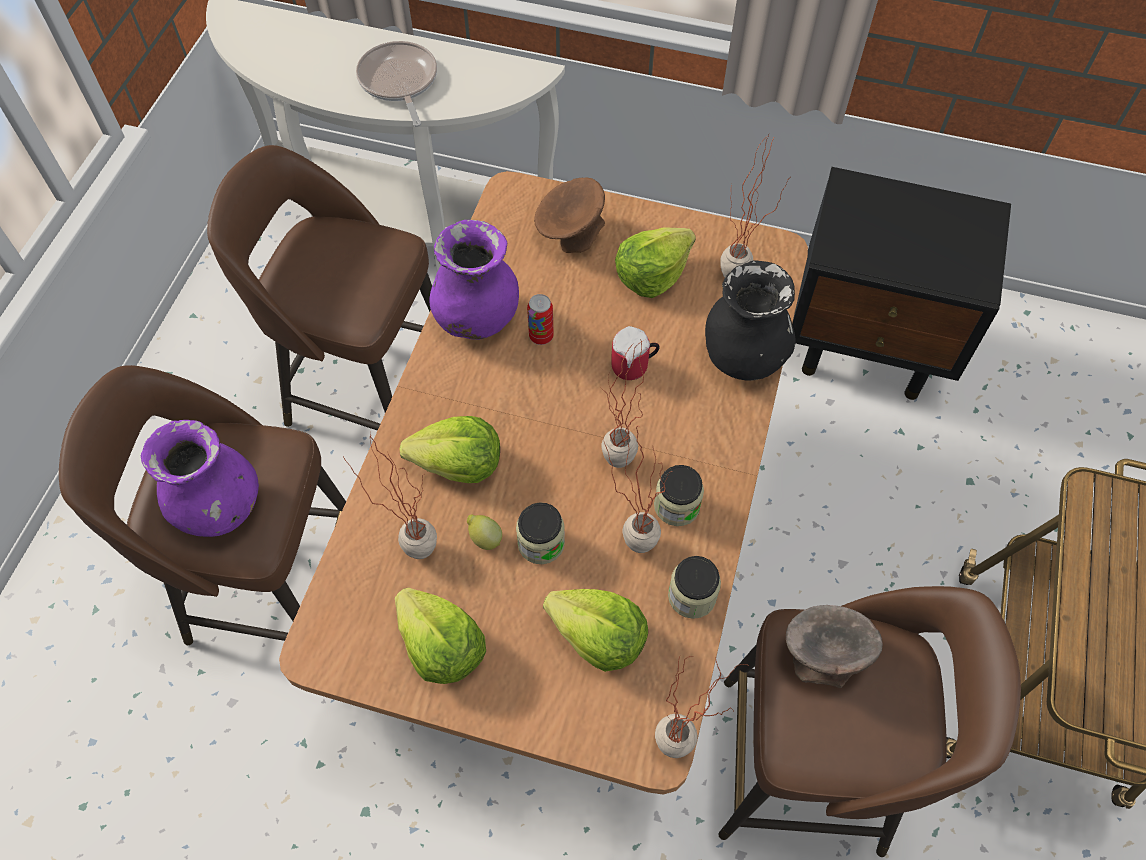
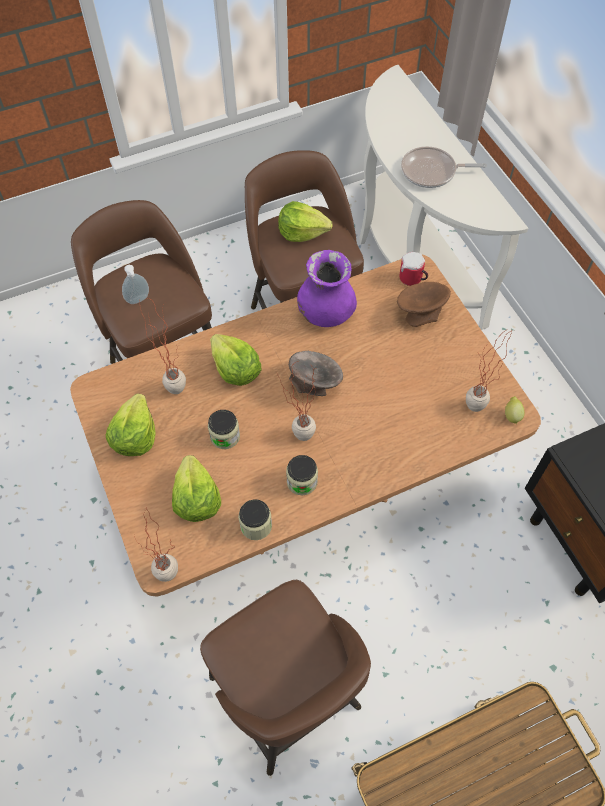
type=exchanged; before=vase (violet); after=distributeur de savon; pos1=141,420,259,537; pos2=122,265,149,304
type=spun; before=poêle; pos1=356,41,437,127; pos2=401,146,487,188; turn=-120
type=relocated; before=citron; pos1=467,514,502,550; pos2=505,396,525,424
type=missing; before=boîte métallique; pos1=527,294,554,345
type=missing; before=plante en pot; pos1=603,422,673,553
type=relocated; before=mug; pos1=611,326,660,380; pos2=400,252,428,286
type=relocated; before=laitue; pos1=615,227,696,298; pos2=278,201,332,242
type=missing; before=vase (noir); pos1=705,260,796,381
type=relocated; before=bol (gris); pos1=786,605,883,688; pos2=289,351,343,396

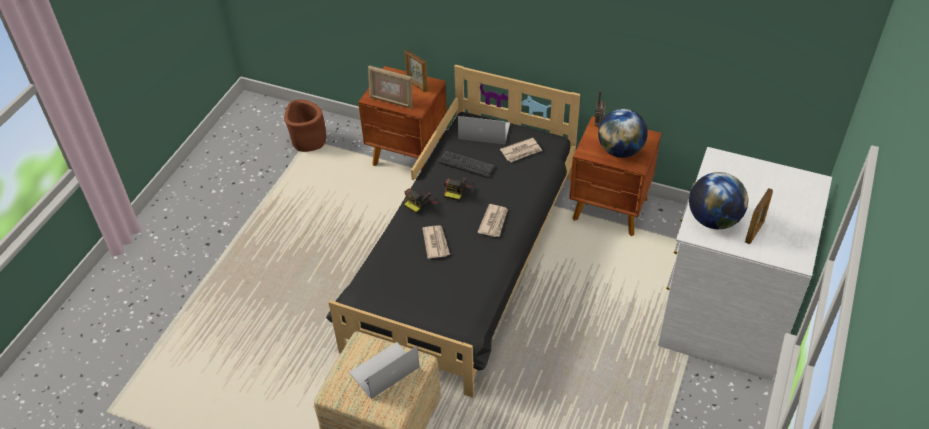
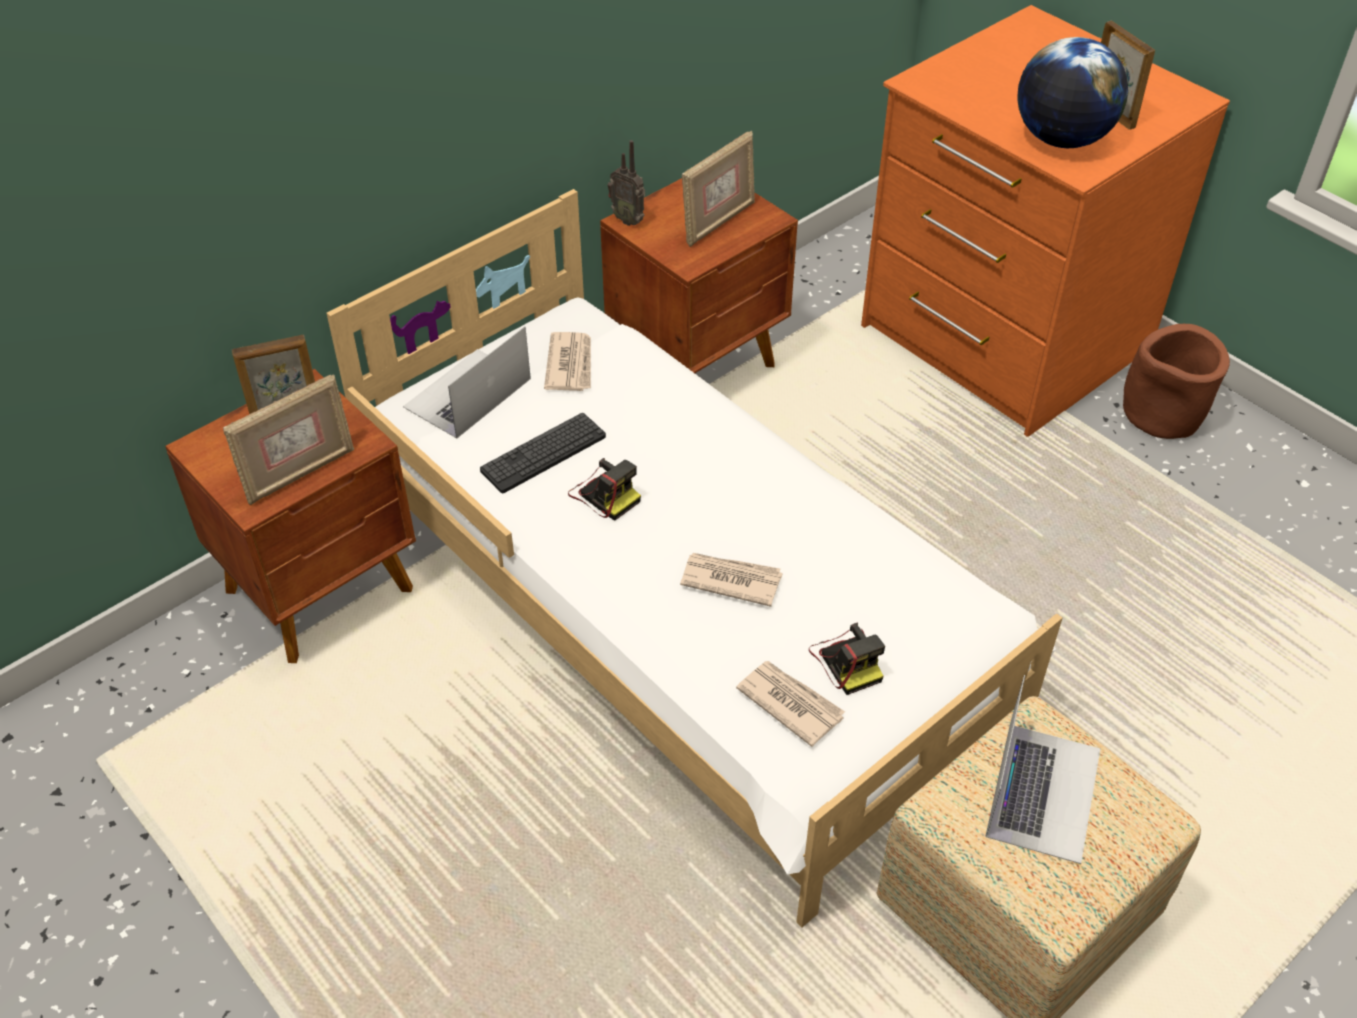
type=relocated; before=cache-pot (marron); pos1=284,99,326,152; pos2=1123,324,1230,439
type=colour; before=lit (noir); after=lit (blanc); pos1=326,65,580,398; pos2=326,189,1062,928
type=spun; before=ordinateur portable; pos1=349,342,420,399; pos2=985,675,1100,864; turn=-150
type=relocated; before=appareil photo; pos1=404,188,439,214; pos2=809,623,885,695
type=relocated; before=journal; pos1=477,204,508,237; pos2=736,661,845,747
type=exchanged; before=globe; after=cadre photo; pos1=598,109,648,158; pos2=682,130,755,247
type=colour; before=commode (blanc); after=commode (orange); pos1=658,147,832,381; pos2=861,5,1230,437

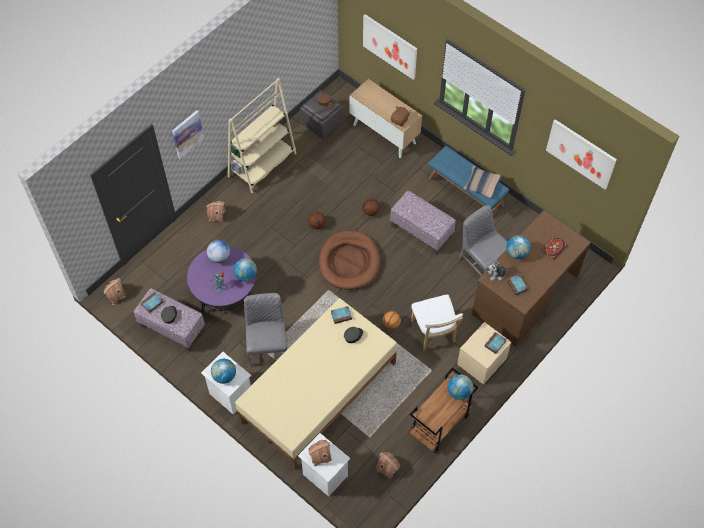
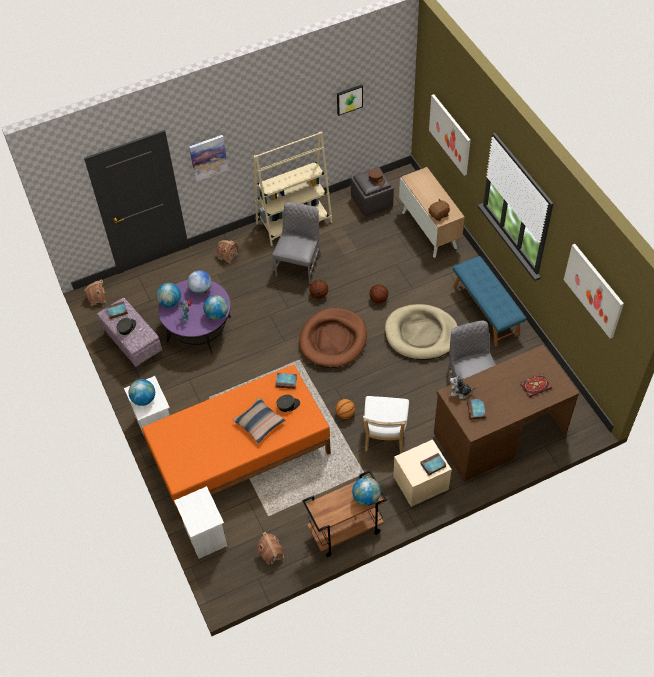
type=colour; before=lit (beige); after=lit (orange); pos1=235,298,397,470; pos2=142,365,331,520
type=relocated; before=chaise (gris); pos1=244,293,287,367; pos2=272,202,320,284
type=missing; before=maison miniature; pos1=308,440,332,467
type=exchanged; before=pouf; after=panier pour chien (beige); pos1=390,191,456,255; pos2=385,304,458,360
type=relocated; before=coussin; pos1=463,166,503,199; pos2=233,397,285,443
type=relocated; before=globe; pos1=506,235,531,259; pos2=156,283,181,307
type=appeared; after=tableau; pos2=337,85,363,116

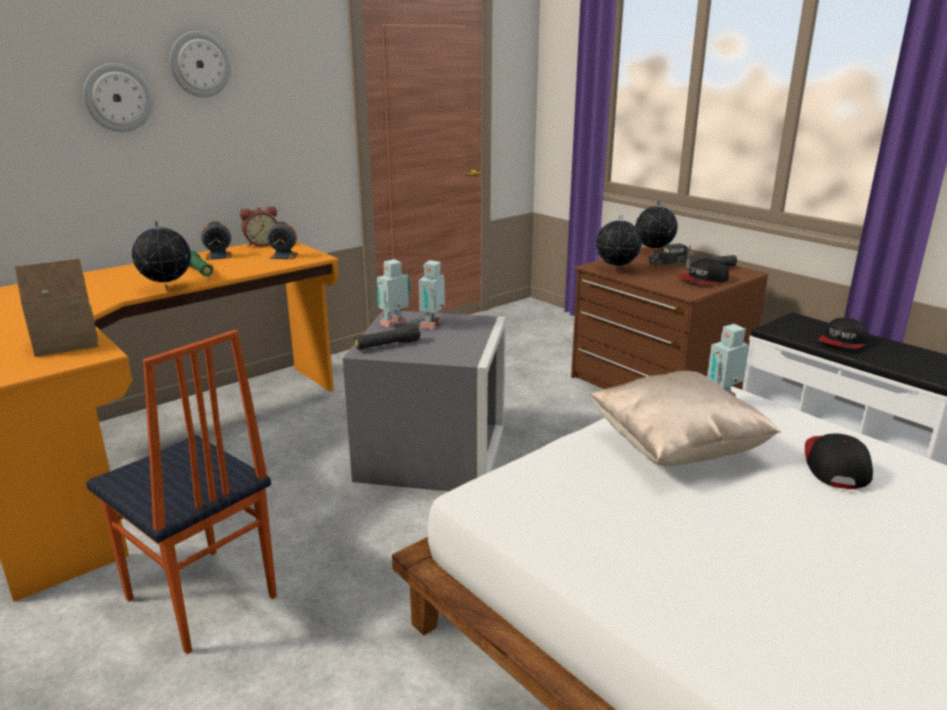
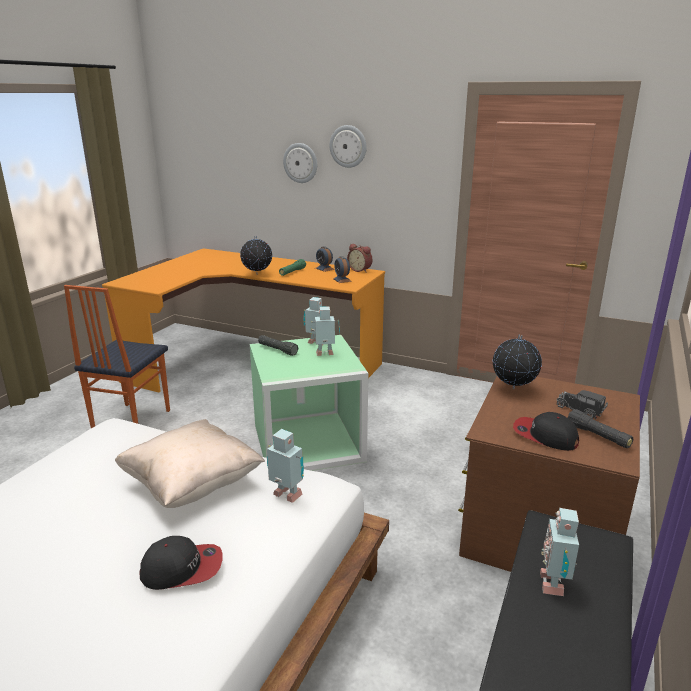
type=missing; before=maison miniature; pos1=15,259,98,357
type=colour; before=boîte de rangement (gris); after=boîte de rangement (vert); pos1=343,310,506,491; pos2=250,335,368,471
type=missing; before=globe; pos1=635,201,678,253
type=exchanged; before=casquette; after=robot jouet; pos1=818,318,868,349; pos2=540,508,579,596

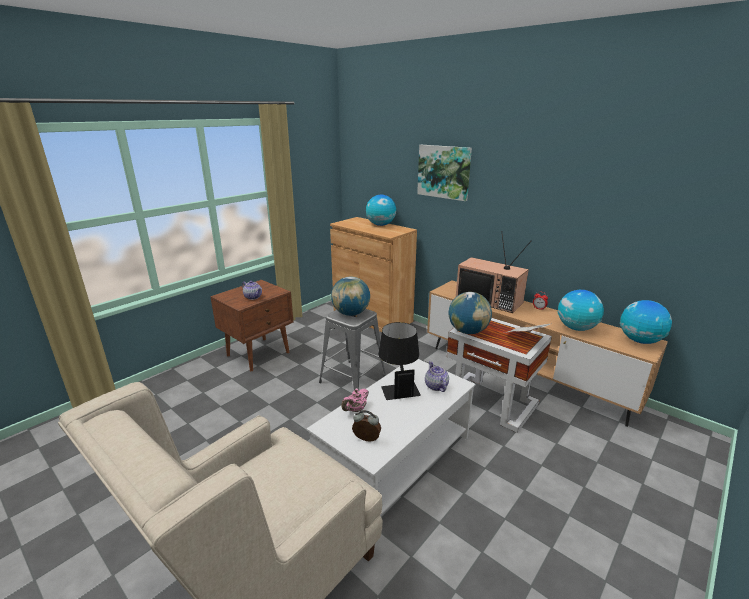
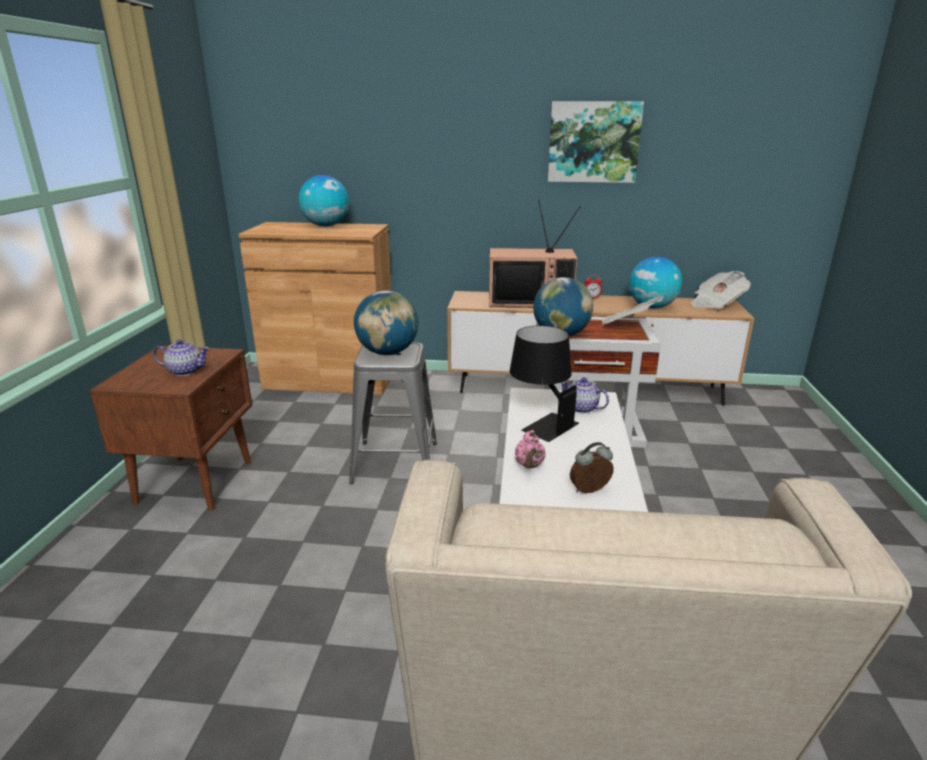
type=relocated; before=tableau; pos1=417,145,472,201; pos2=548,101,644,183
type=exchanged; before=globe; after=journal; pos1=620,300,672,344; pos2=690,271,751,309

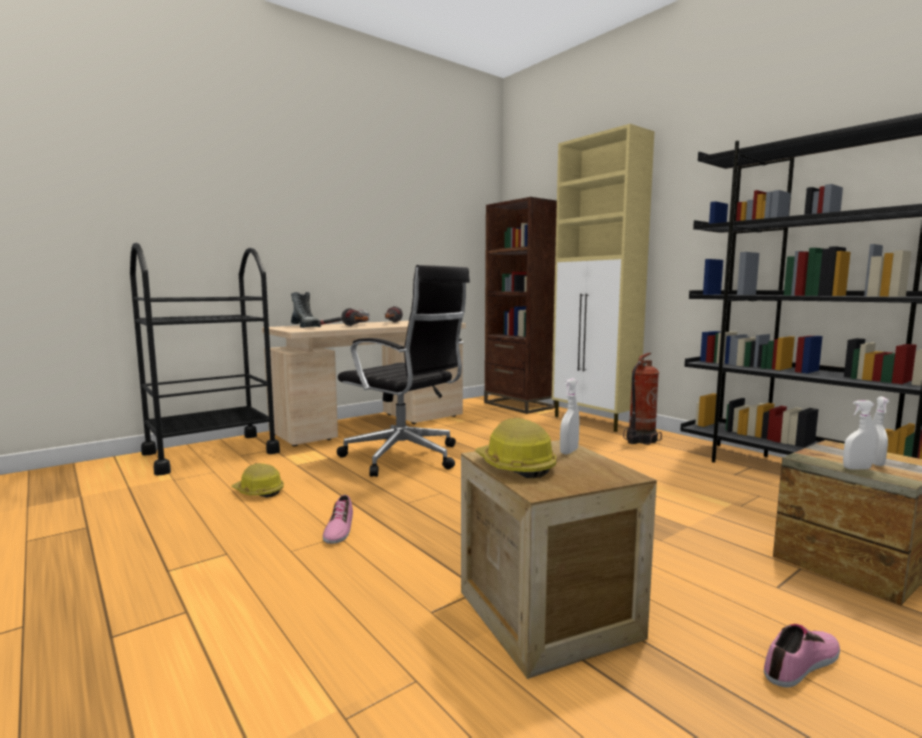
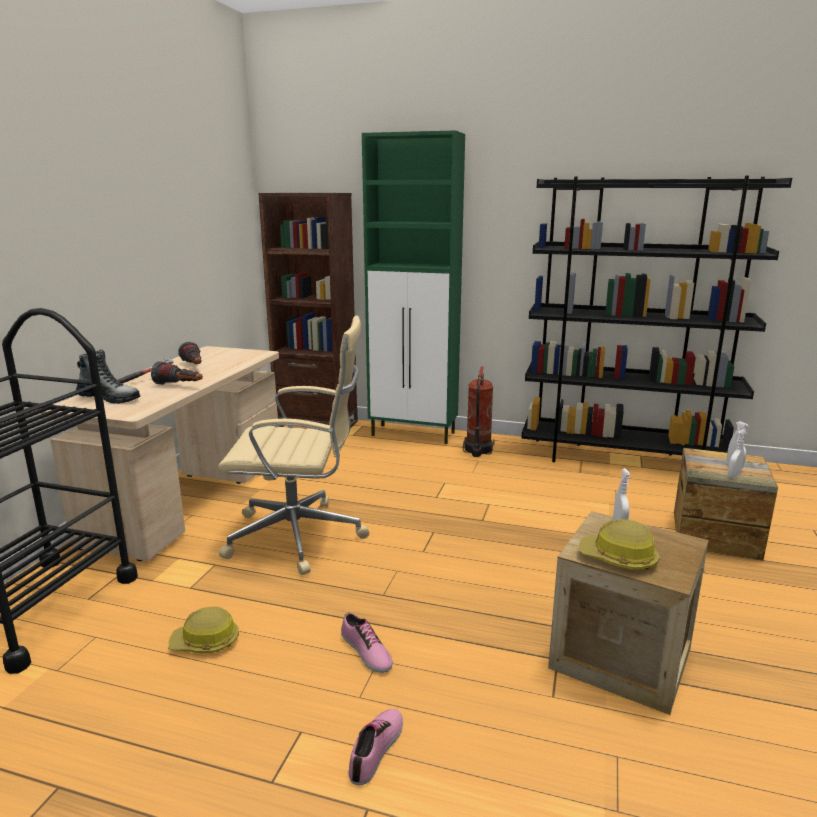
type=colour; before=chaise de bureau (noir); after=chaise de bureau (beige); pos1=337,265,470,477; pos2=218,316,369,575
type=colour; before=meuble de rangement (beige); after=meuble de rangement (vert); pos1=552,124,655,432; pos2=362,130,465,444
type=relocated; before=chaussure; pos1=764,624,840,687; pos2=348,709,403,785

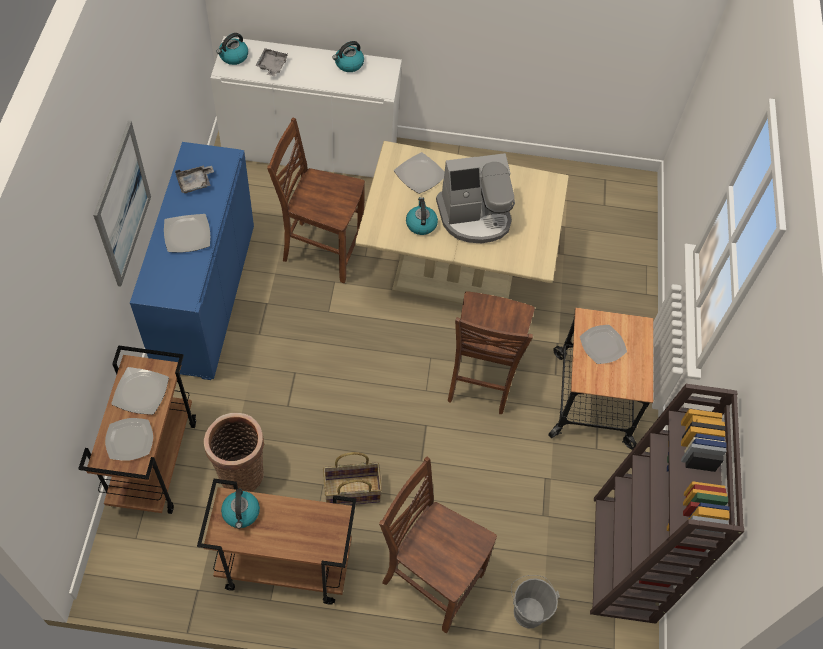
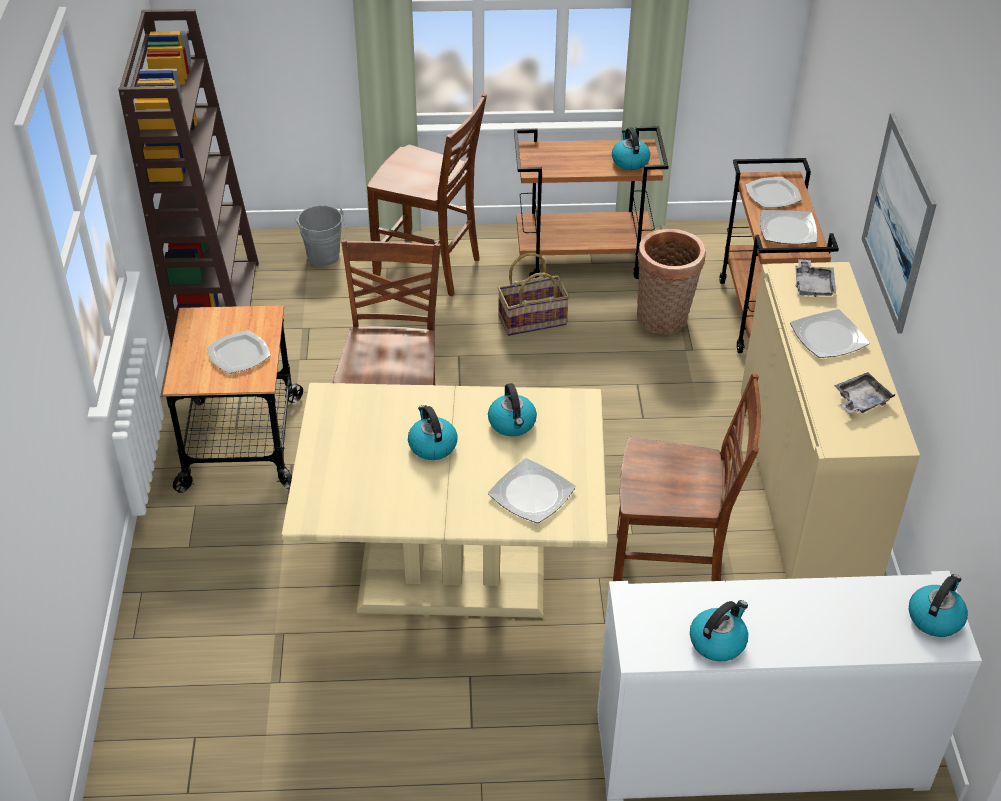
type=colour; before=meuble de rangement (bleu); after=meuble de rangement (beige); pos1=130,142,254,380; pos2=741,262,920,579
type=relocated; before=plateau (gris); pos1=255,48,288,76; pos2=795,259,836,297
type=exchanged; before=machine à café; after=bouilloire; pos1=436,153,515,243; pos2=408,405,458,460

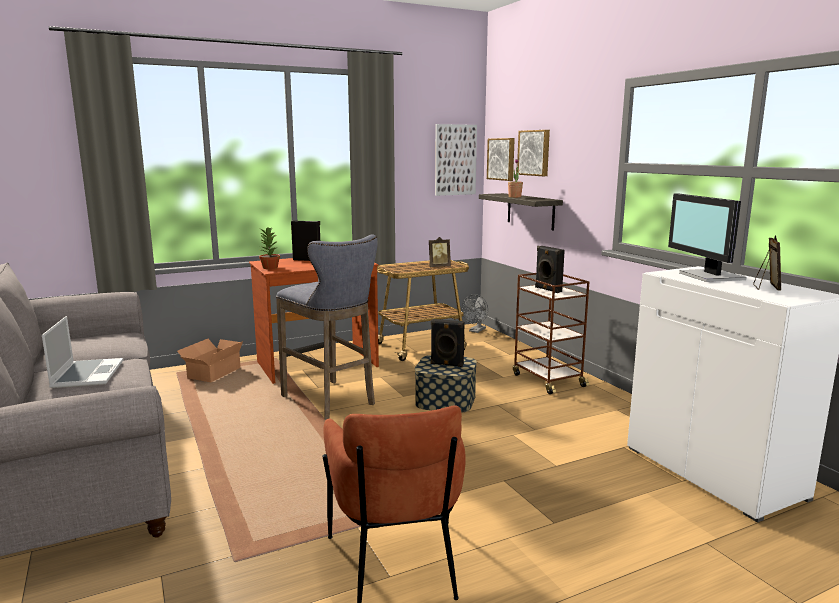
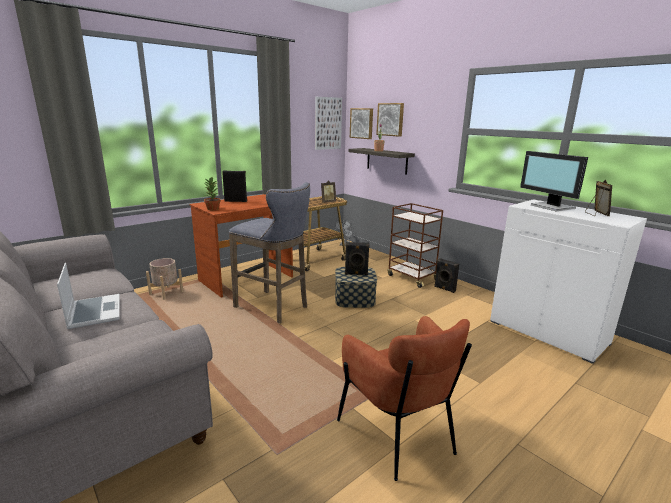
type=exchanged; before=carton; after=cache-pot (beige); pos1=177,339,243,382; pos2=146,258,183,300
type=relocated; before=enceinte (noir); pos1=535,246,565,293; pos2=434,258,459,293

